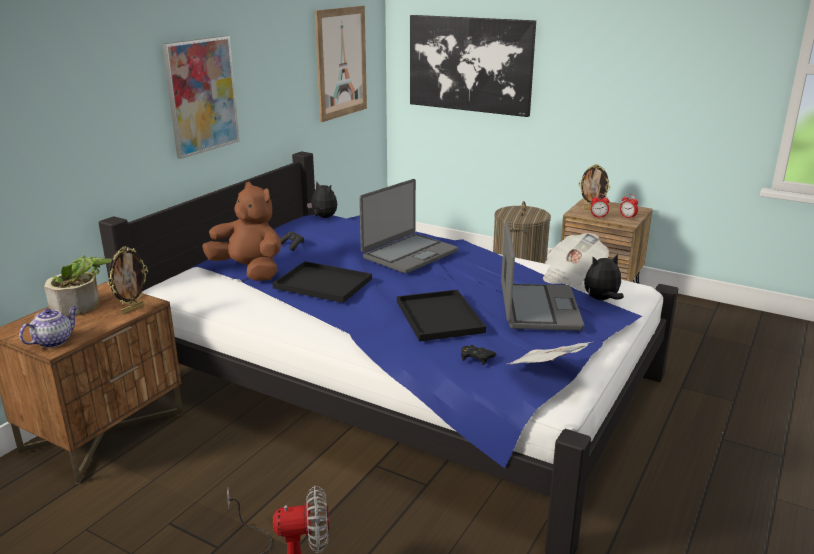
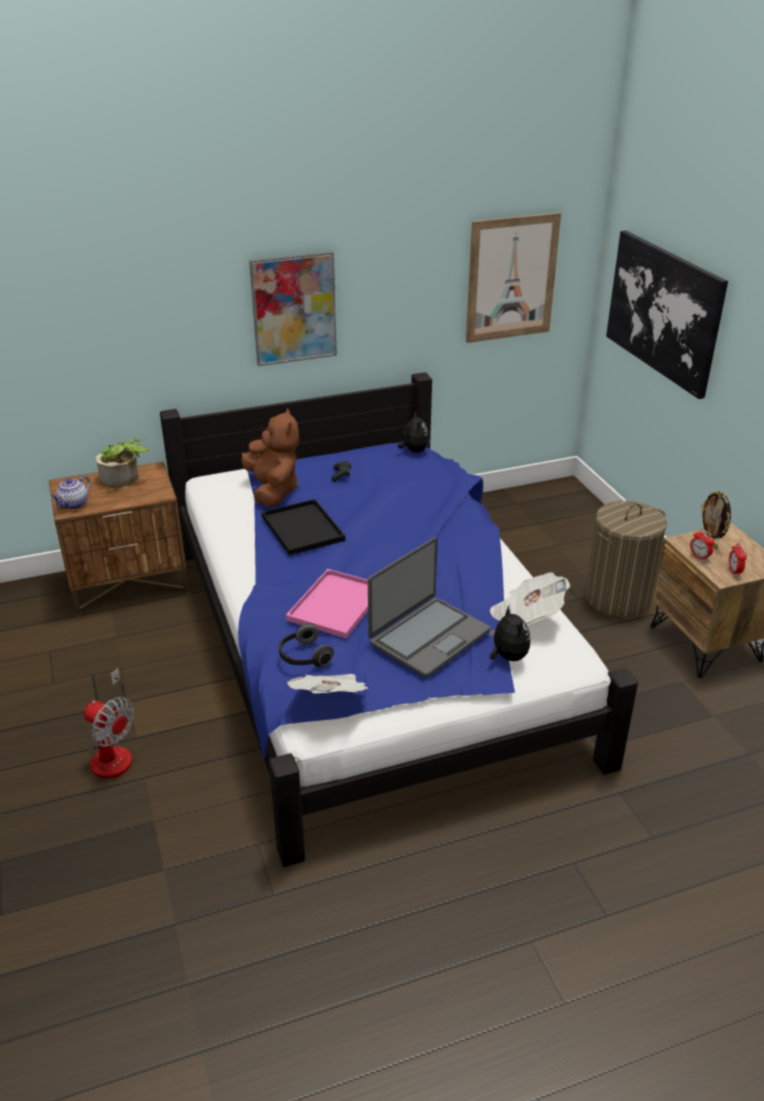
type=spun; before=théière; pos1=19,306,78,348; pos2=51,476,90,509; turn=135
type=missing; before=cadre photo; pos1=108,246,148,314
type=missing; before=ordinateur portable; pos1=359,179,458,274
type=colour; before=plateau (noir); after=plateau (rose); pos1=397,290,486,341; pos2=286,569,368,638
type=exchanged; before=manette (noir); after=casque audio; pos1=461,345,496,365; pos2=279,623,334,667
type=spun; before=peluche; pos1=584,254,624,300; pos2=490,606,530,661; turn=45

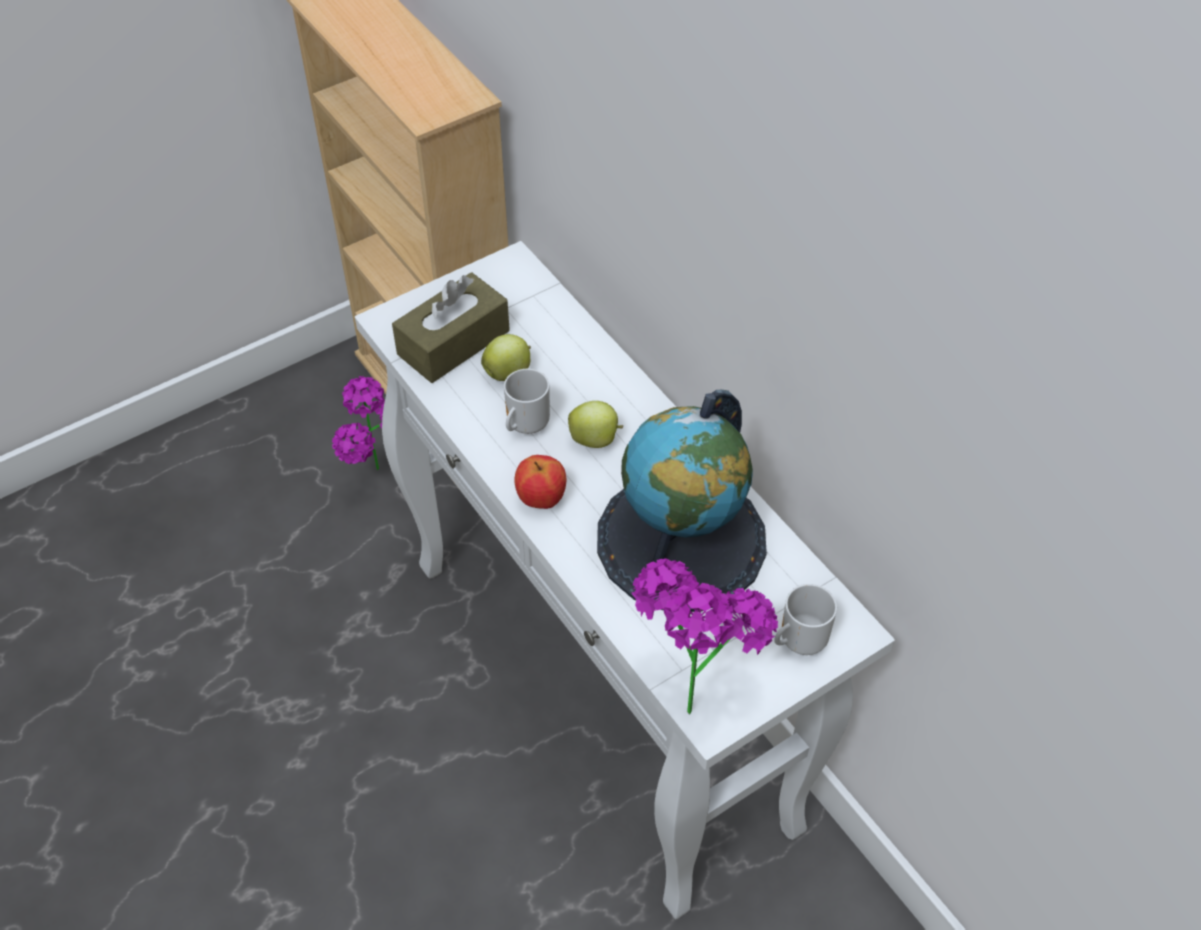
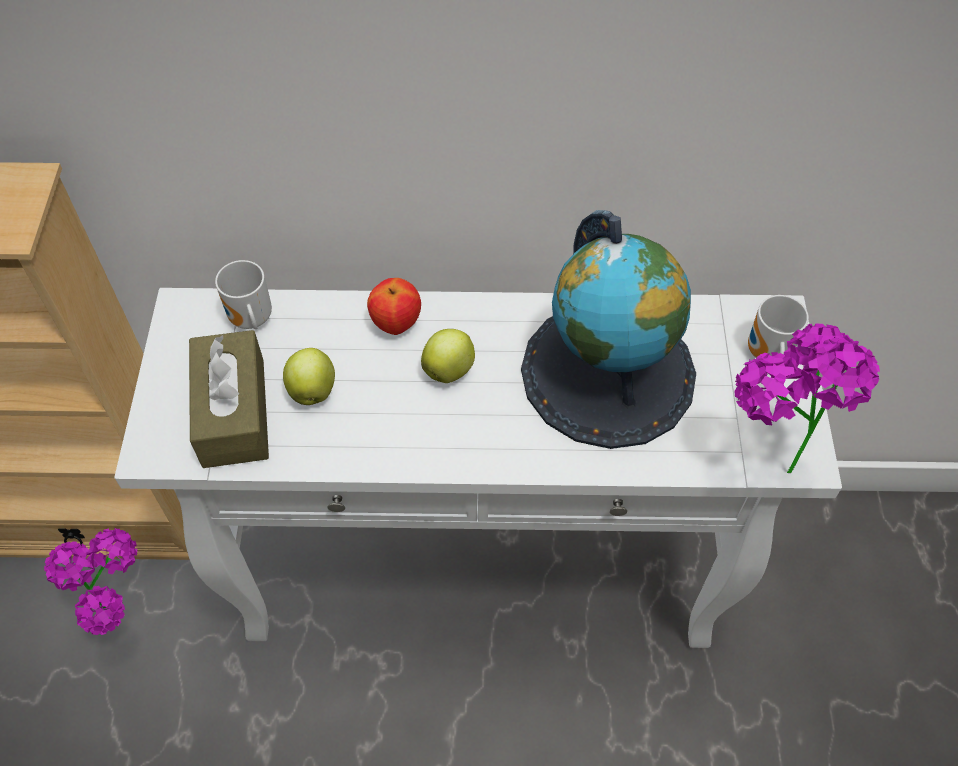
type=relocated; before=mug; pos1=504,369,550,434; pos2=215,260,272,329
type=relocated; before=pomme; pos1=514,455,567,509; pos2=367,278,421,335

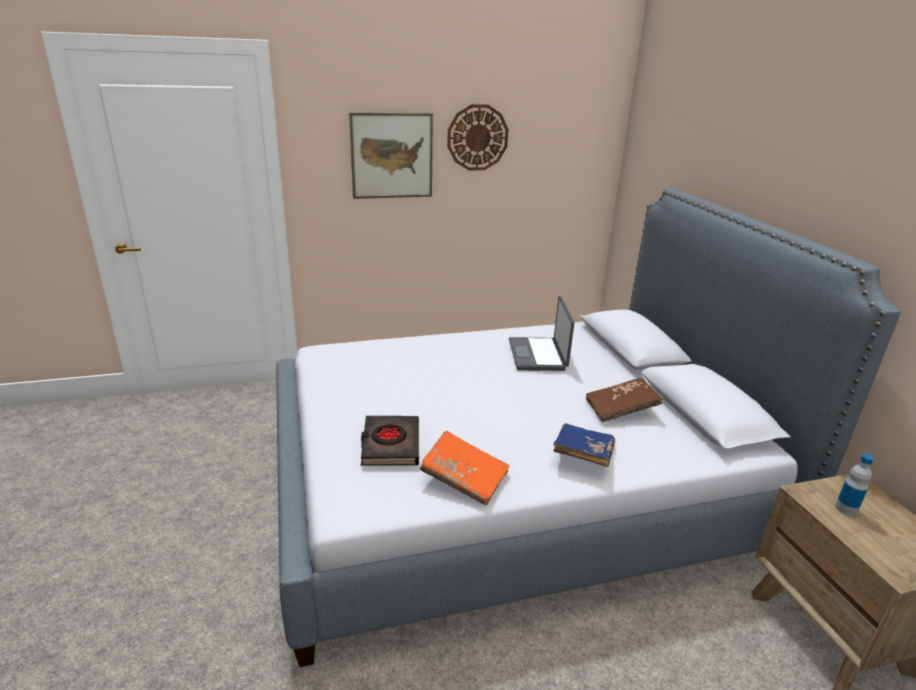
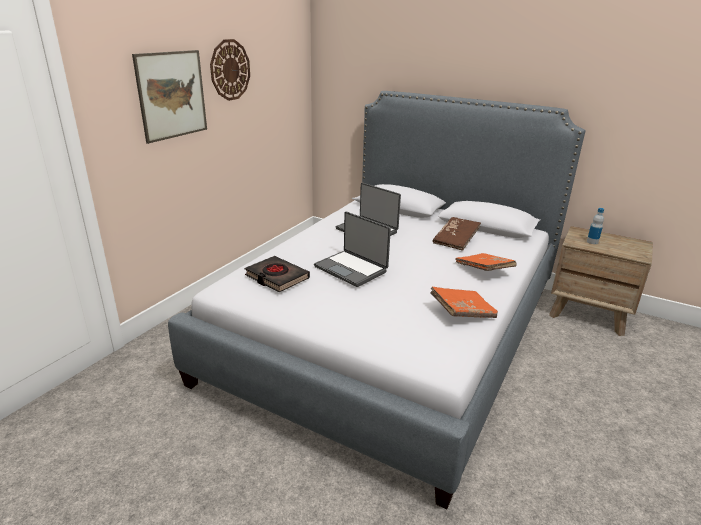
type=relocated; before=livre (noir); pos1=361,416,419,466; pos2=245,256,310,292
type=colour; before=livre (bleu); after=livre (orange); pos1=553,423,615,467; pos2=455,253,517,271
type=appeared; after=ordinateur portable; pos2=314,212,391,287

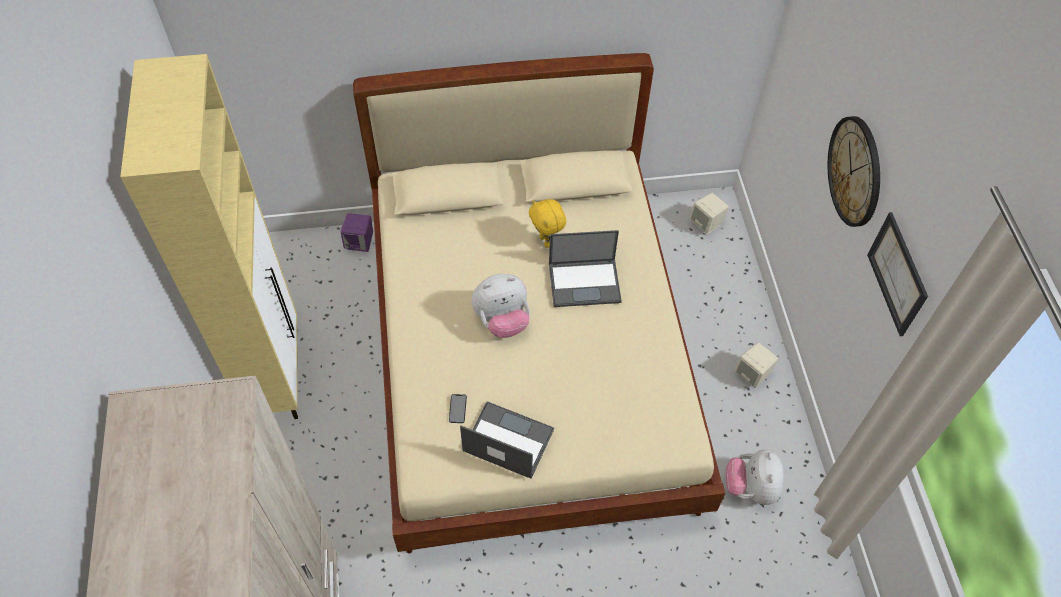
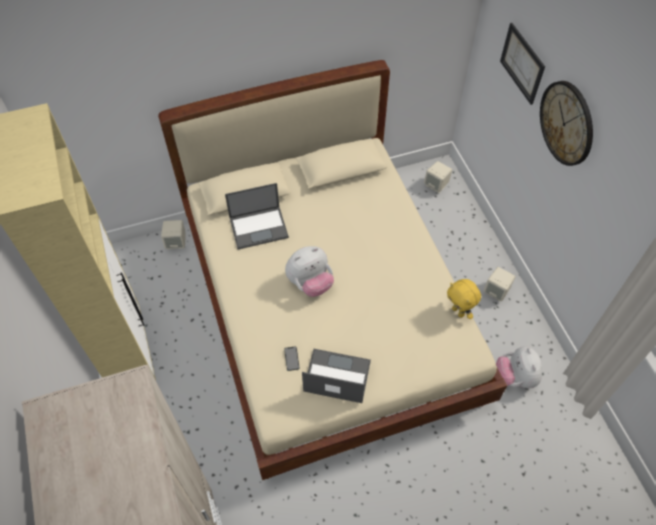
type=colour; before=enceinte (violet); after=enceinte (beige); pos1=341,213,373,252; pos2=161,220,186,249
type=relocated; before=peluche (jaune); pos1=529,199,566,248; pos2=447,279,481,319
type=relocated; before=ordinateur portable; pos1=549,230,622,307; pos2=225,183,289,249
type=relocated; before=tableau; pos1=867,212,928,336; pos2=500,23,545,105

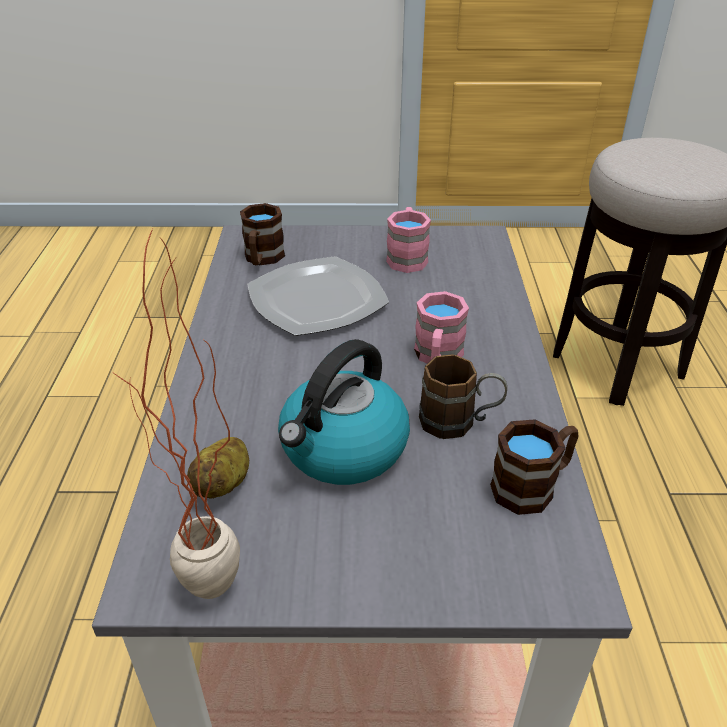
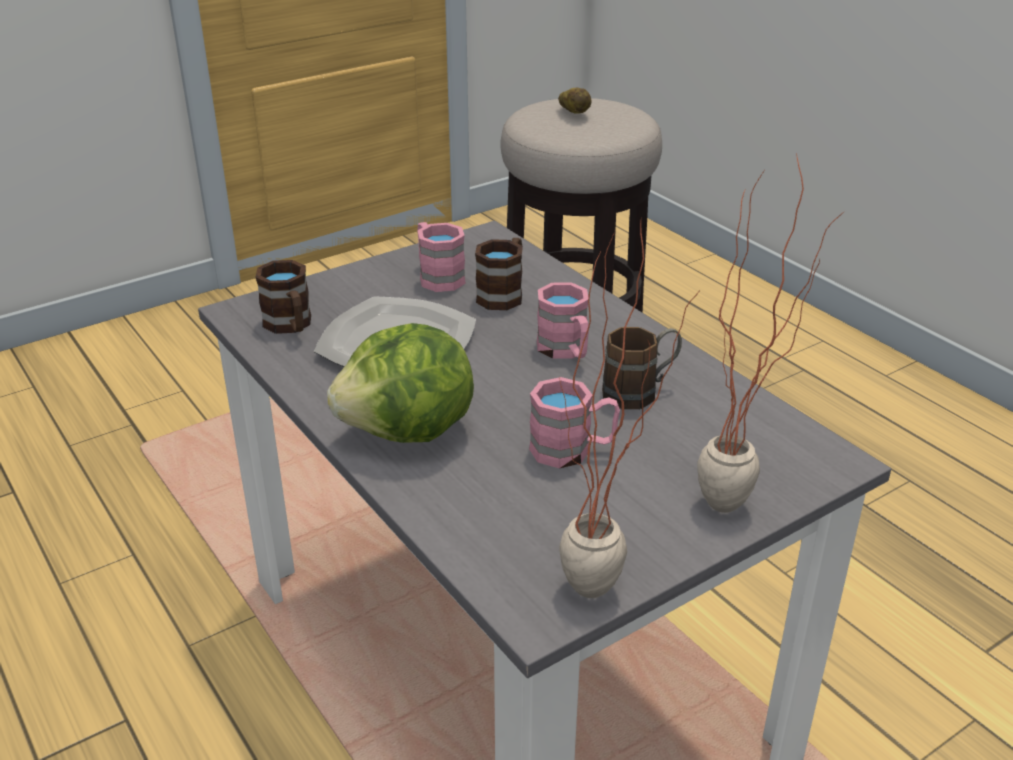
type=relocated; before=pomme de terre; pos1=187,437,249,499; pos2=558,87,591,114
type=exchanged; before=bouilloire; after=mug (rose); pos1=278,339,410,485; pos2=529,377,620,468
type=relocated; before=mug (marron); pos1=490,419,578,515; pos2=475,238,523,310
type=appeared; after=laitue; pos2=327,323,474,443
type=appeared; after=plante en pot; pos2=697,153,841,513

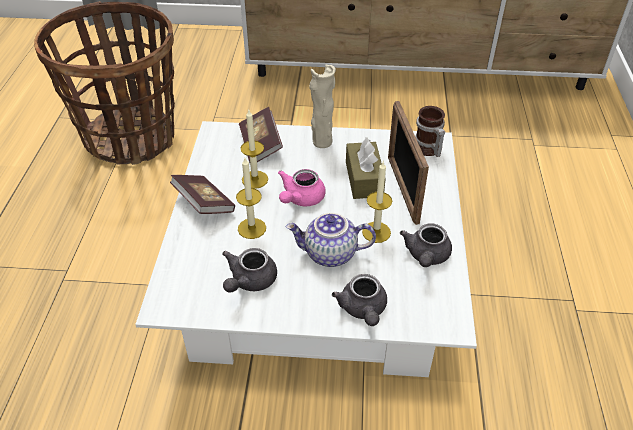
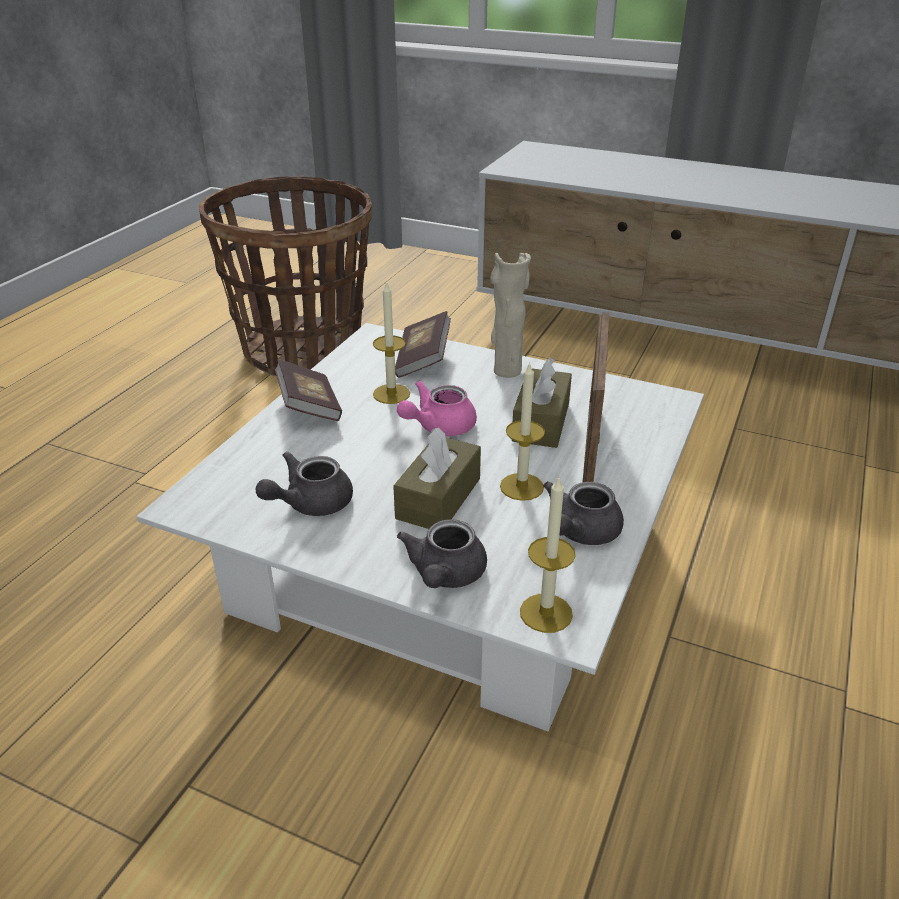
type=relocated; before=bougie; pos1=236,158,266,239; pos2=520,476,576,633
type=exchanged; before=théière; after=boîte à mouchoirs (marron); pos1=286,213,376,267; pos2=393,428,481,529
type=missing; before=mug; pos1=415,106,445,157

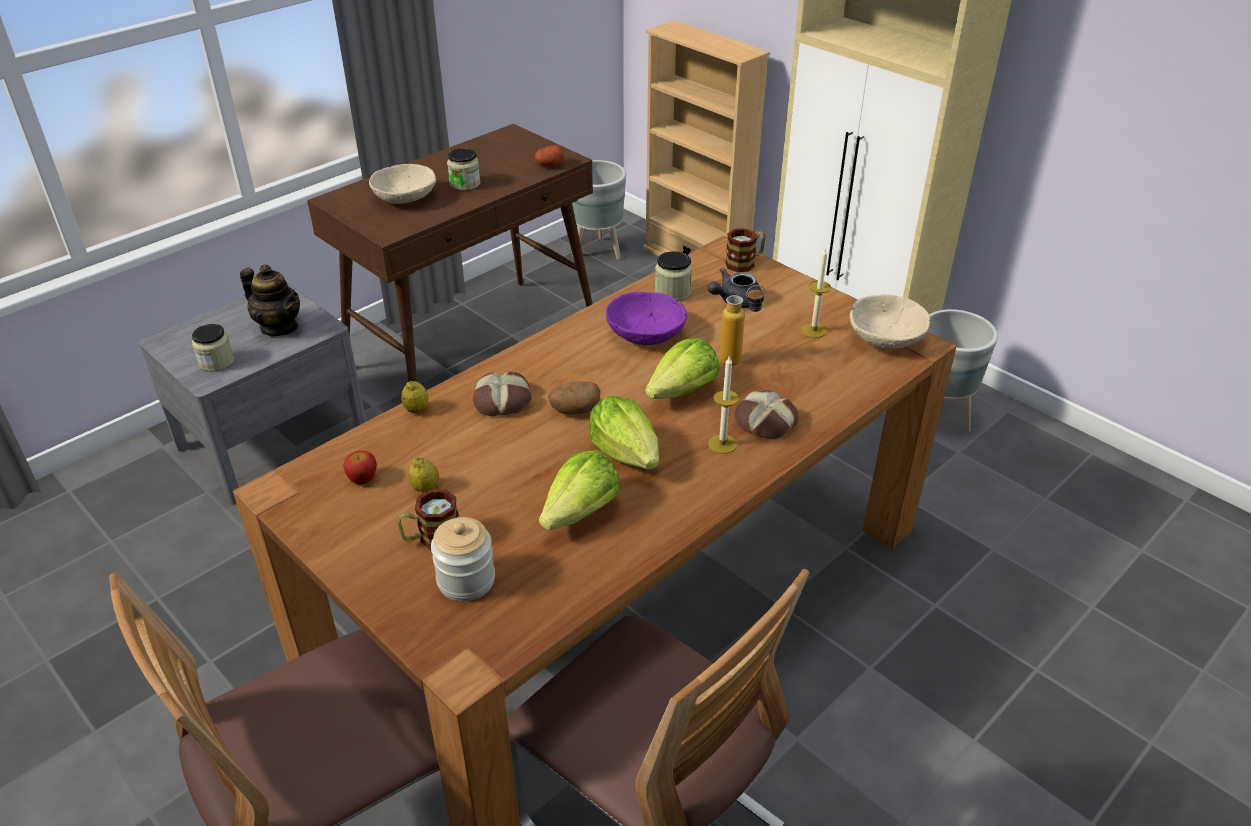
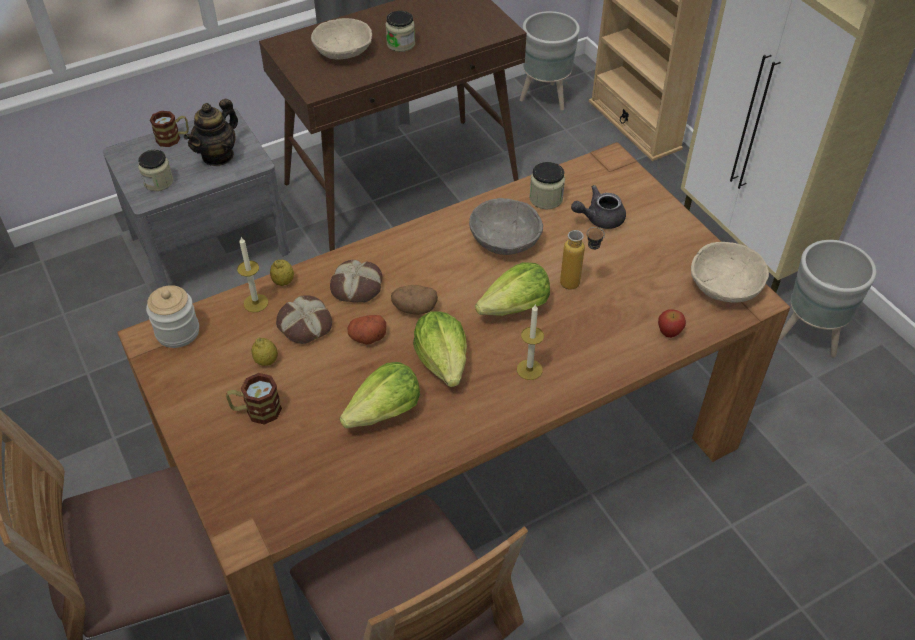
type=spun; before=théière; pos1=240,264,300,336; pos2=184,99,238,166; turn=75
type=relocated; before=pomme; pos1=343,451,377,485; pos2=658,309,686,338
type=relocated; before=bocal; pos1=431,517,495,601; pos2=146,285,199,348
type=relocated; before=pomme de terre; pos1=535,145,564,167; pos2=347,315,386,345
type=colour; before=bol (violet); after=bol (gris); pos1=606,292,687,345; pos2=469,198,543,255
type=relocated; before=mug; pos1=725,228,766,272; pos2=150,111,189,147
type=relocated; before=pain; pos1=734,390,799,439; pos2=276,295,332,344
type=relocated; before=bougie; pos1=801,248,831,338; pos2=237,237,268,312

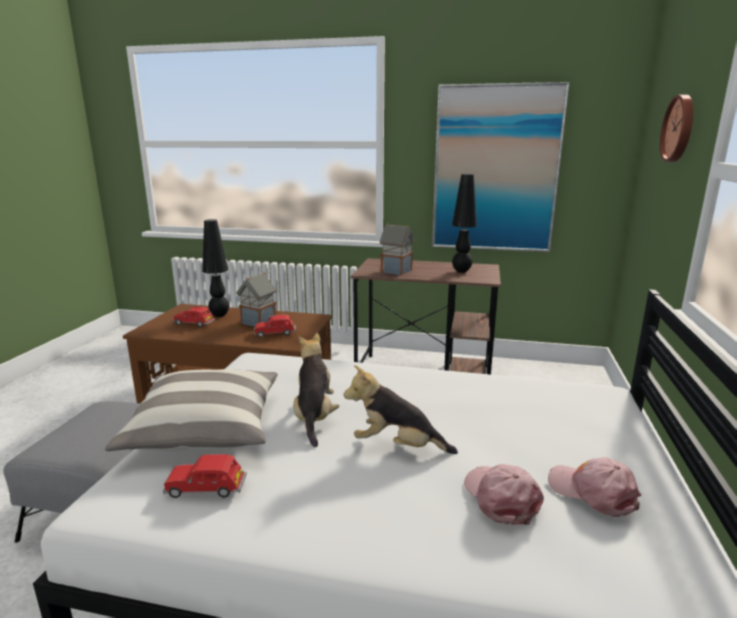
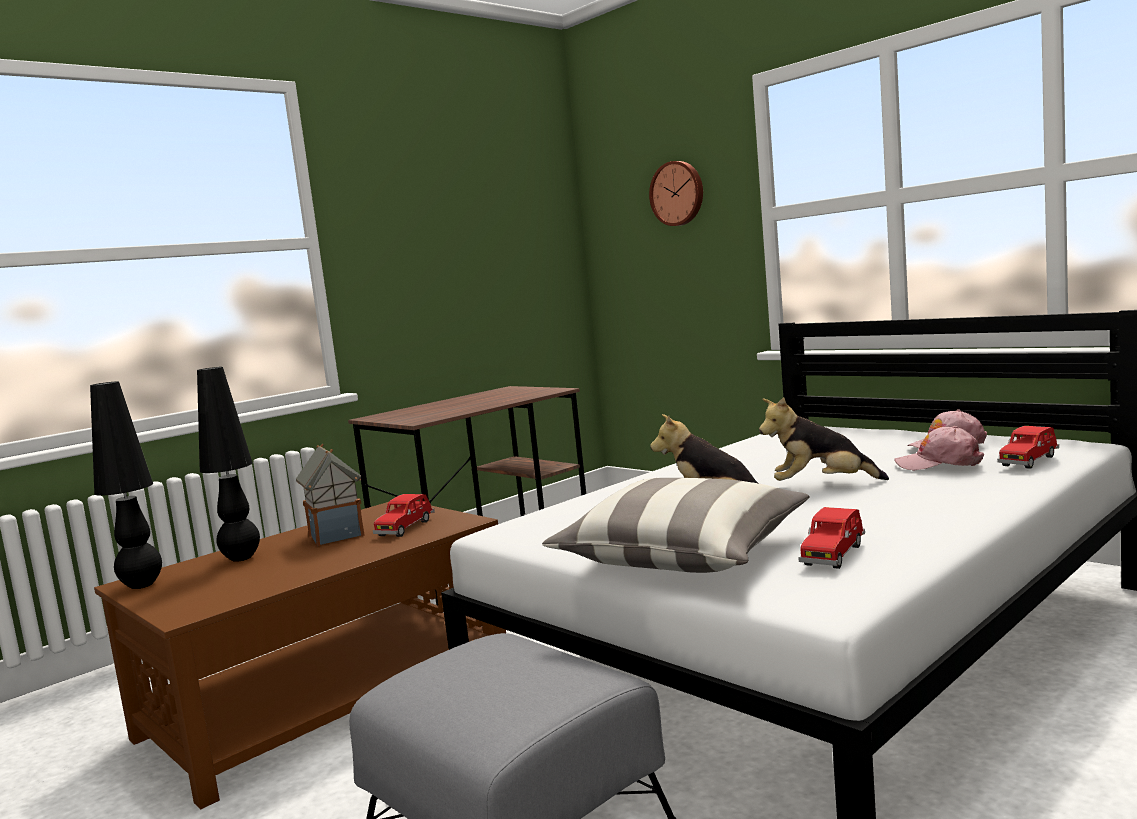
type=relocated; before=petite voiture (rouge); pos1=173,306,215,327; pos2=997,426,1059,469
type=spun; before=peluche; pos1=344,365,458,454; pos2=759,397,889,481; turn=45
type=missing; before=maison miniature; pos1=380,223,415,276
type=missing; before=tableau; pos1=432,82,570,252
type=relocated; before=lampe de table (noir); pos1=452,174,477,273; pos2=90,381,162,589

